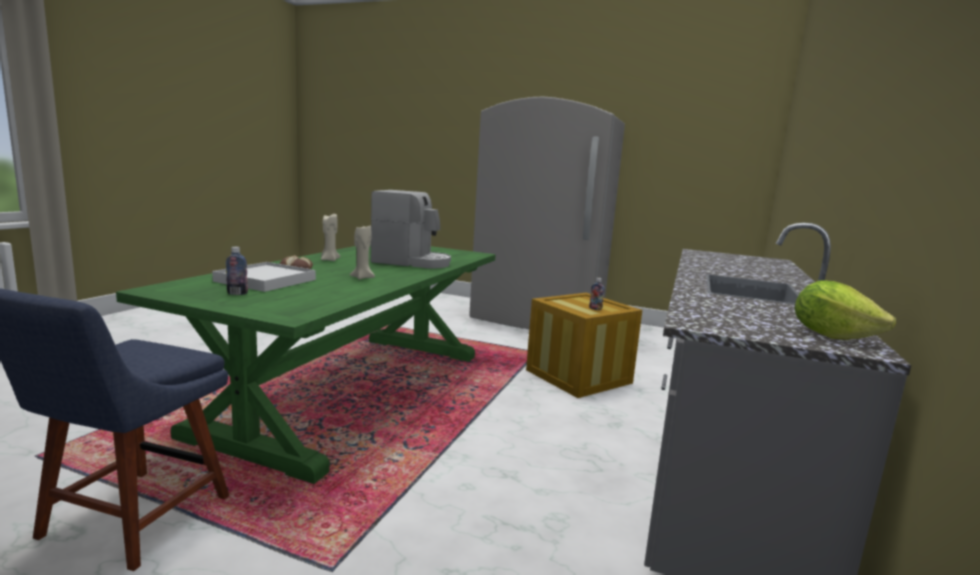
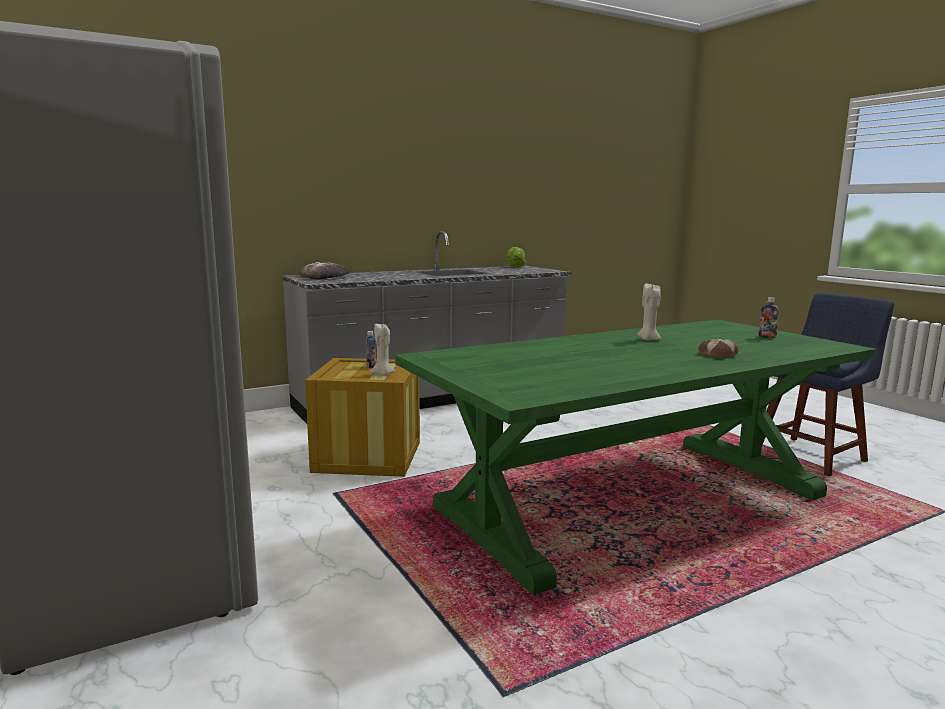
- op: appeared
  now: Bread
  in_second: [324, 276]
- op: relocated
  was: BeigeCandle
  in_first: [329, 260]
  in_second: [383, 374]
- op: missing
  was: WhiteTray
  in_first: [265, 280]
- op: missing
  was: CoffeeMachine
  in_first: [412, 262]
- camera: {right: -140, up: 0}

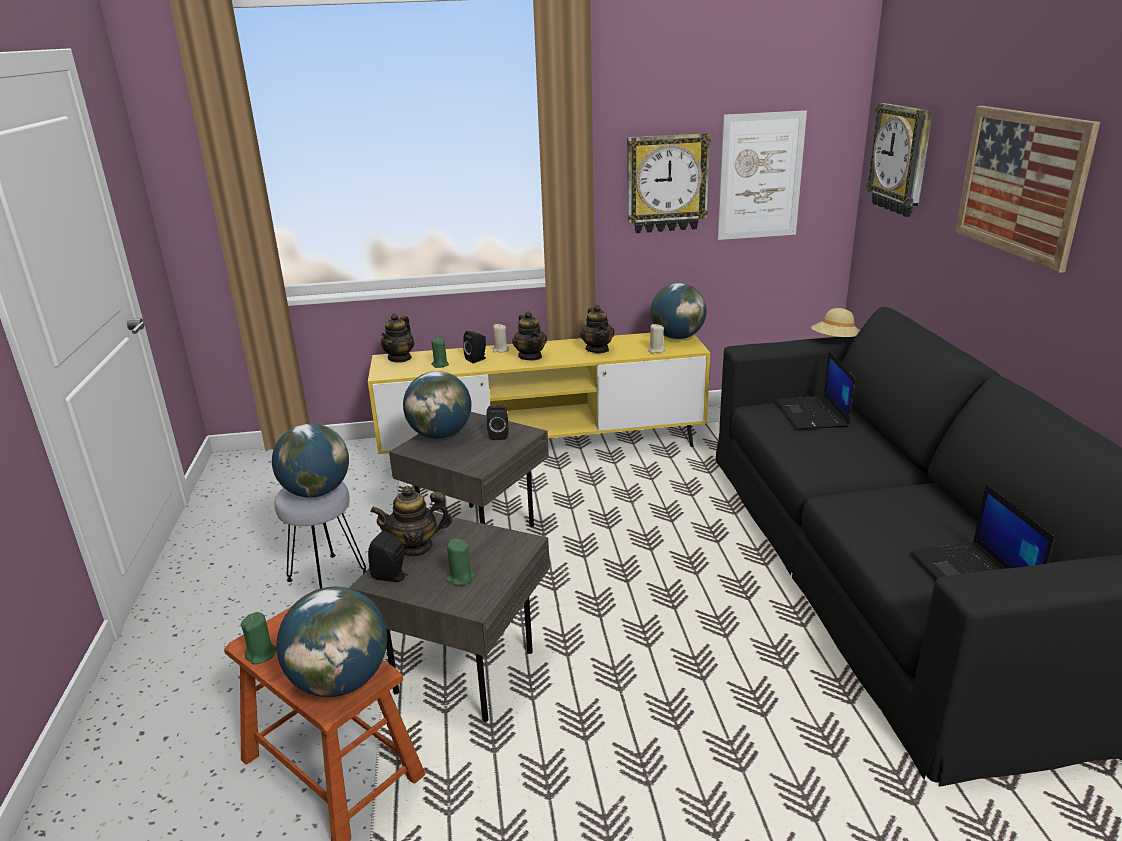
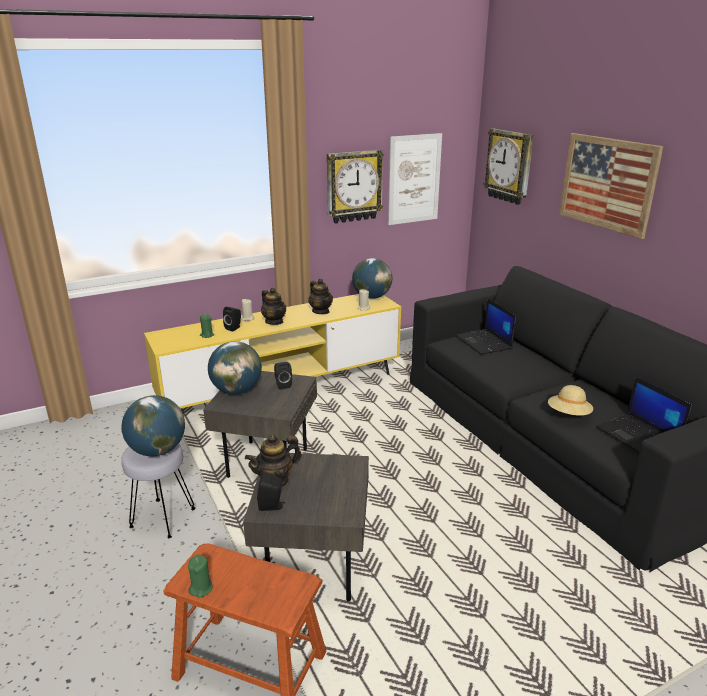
- op: relocated
  was: BeigeHat
  in_first: [835, 341]
  in_second: [568, 414]
- op: missing
  was: Globe
  in_first: [340, 681]
- op: missing
  was: Teapot
  in_first: [400, 358]
- op: missing
  was: GreenCandle
  in_first: [460, 578]
- camera: {right: -20, up: 0}

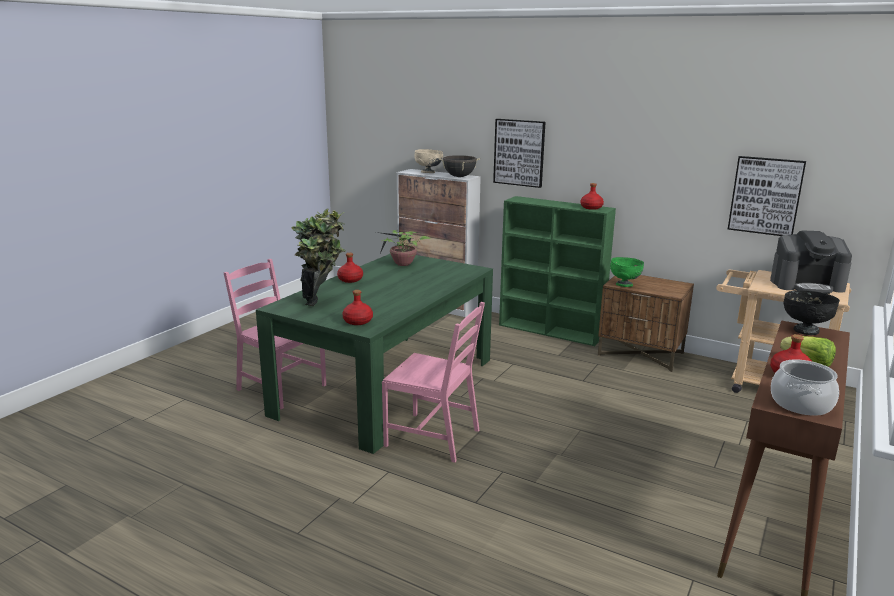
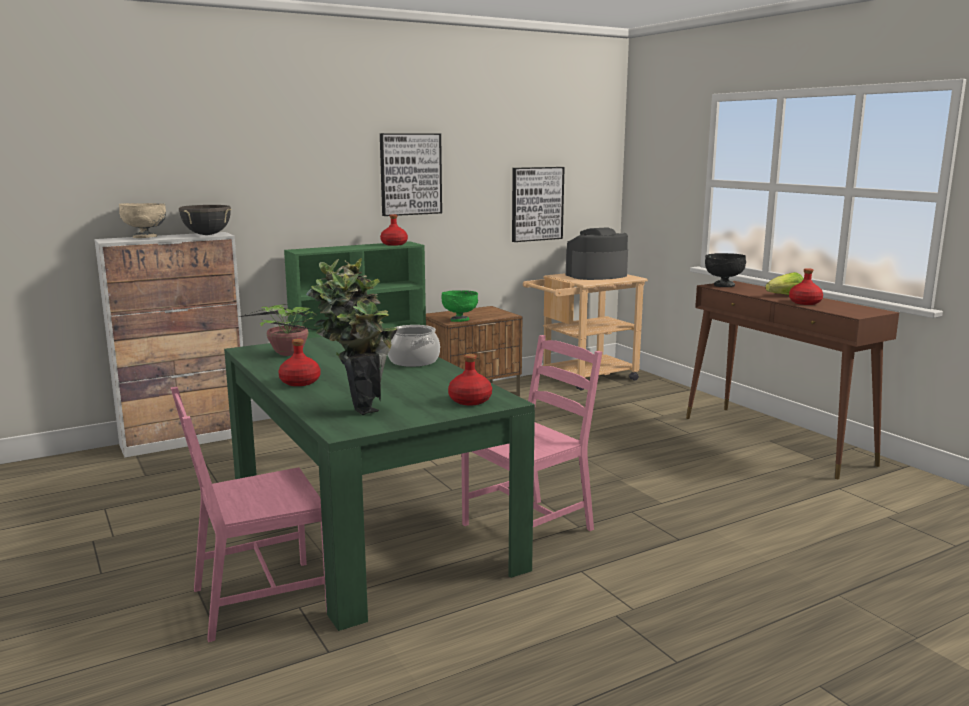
- op: relocated
  was: Picture
  in_first: [519, 152]
  in_second: [410, 174]
- op: relocated
  was: CookingPot
  in_first: [800, 403]
  in_second: [413, 361]
- op: spun
  was: CoffeeMachine
  in_first: [806, 285]
  in_second: [596, 275]
  clockwise: -150
- camera: {right: -60, up: -5}

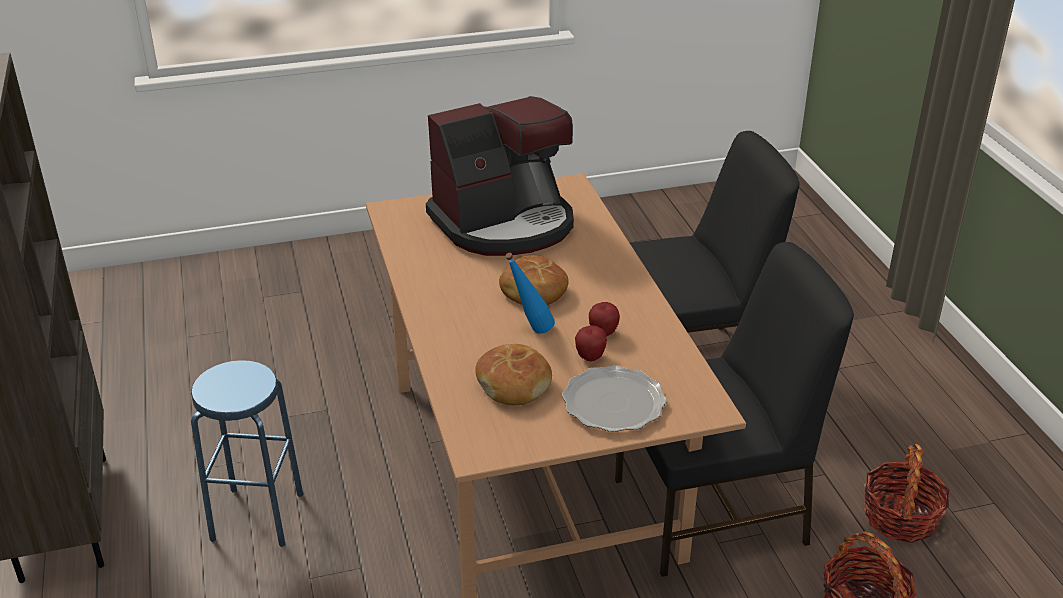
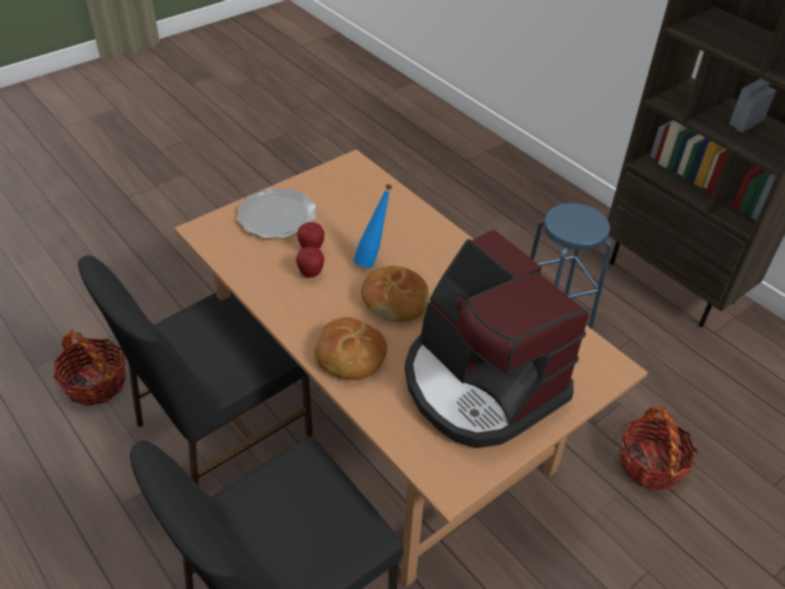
- op: relocated
  was: Bread
  in_first: [514, 384]
  in_second: [349, 357]
- op: spun
  was: CoffeeMachine
  in_first: [505, 223]
  in_second: [481, 384]
  clockwise: -75
- op: relocated
  was: Basket
  in_first: [900, 518]
  in_second: [650, 464]
- camera: {right: 155, up: 10}

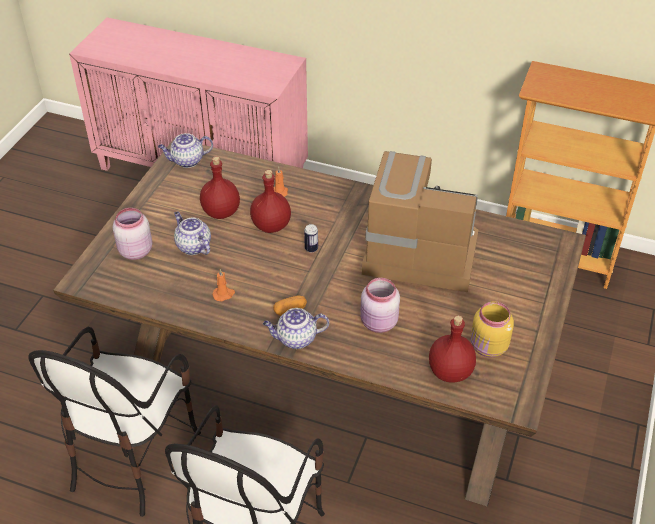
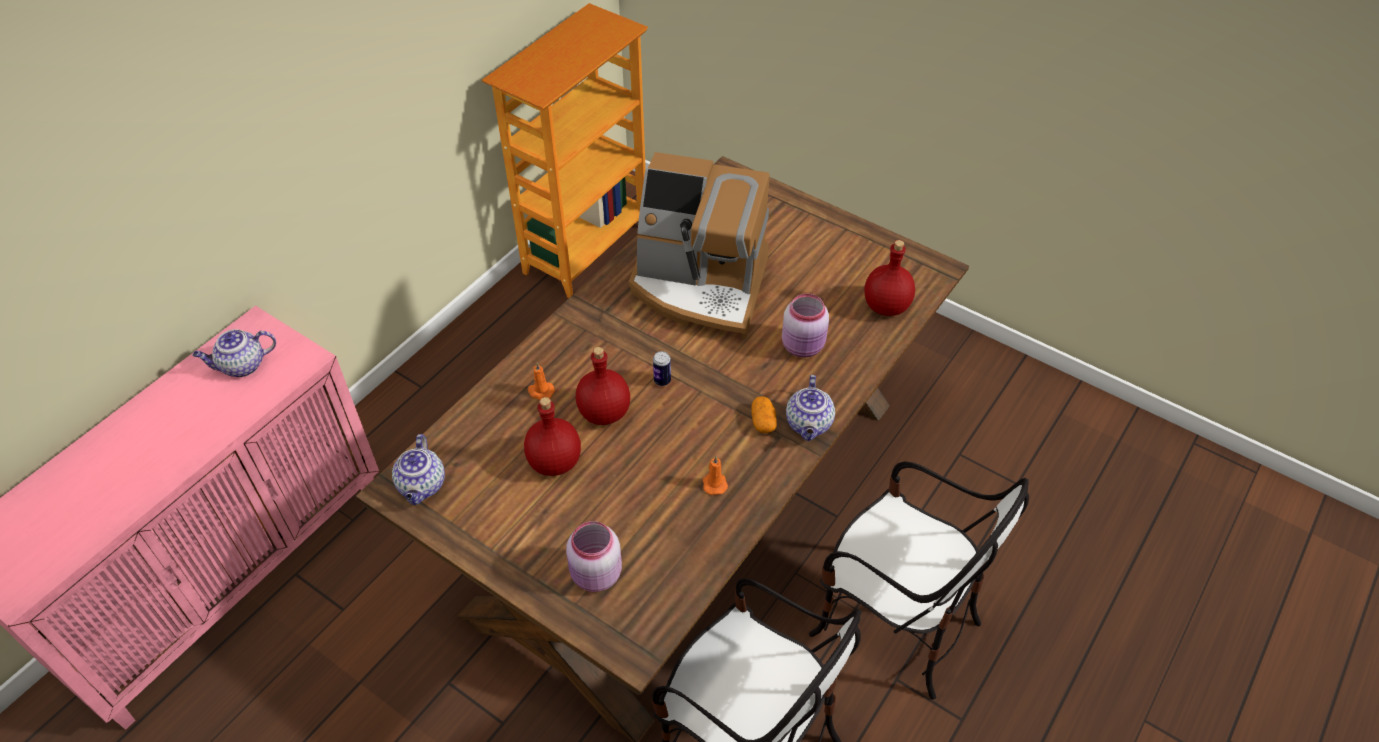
- op: relocated
  was: Teapot
  in_first: [193, 246]
  in_second: [242, 366]
- op: spun
  was: CoffeeMachine
  in_first: [419, 250]
  in_second: [700, 285]
  clockwise: -105
- op: missing
  was: YellowJar
  in_first: [488, 347]
- camera: {right: -75, up: 5}

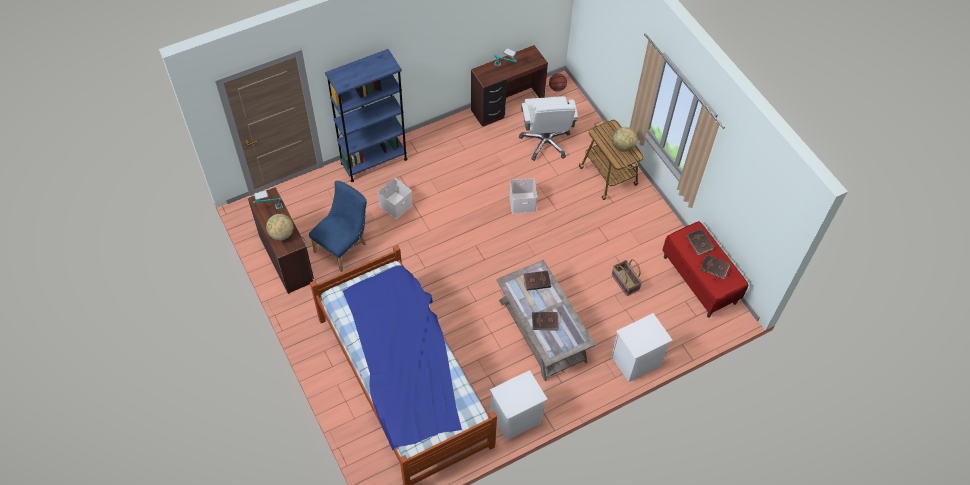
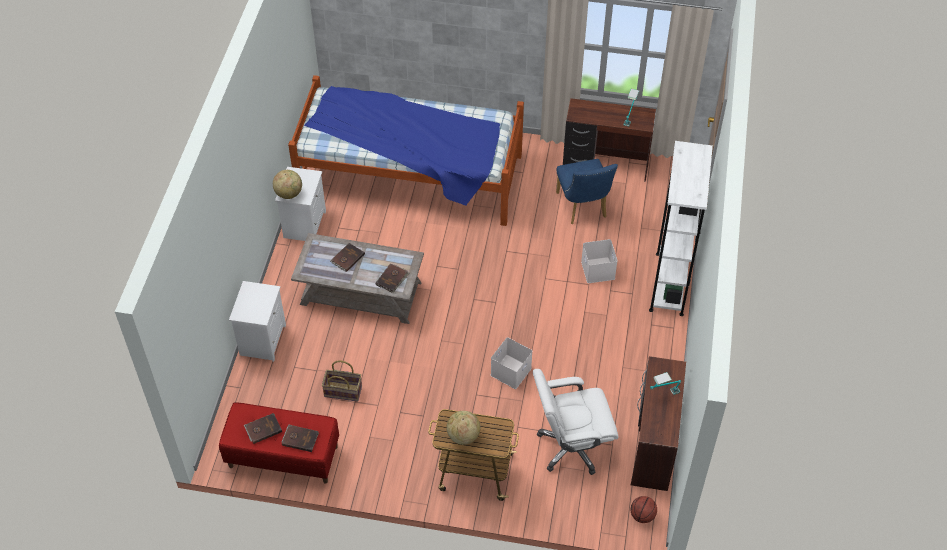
- op: relocated
  was: Globe
  in_first: [281, 234]
  in_second: [289, 193]
- op: spun
  was: WhiteOfficeChair
  in_first: [545, 142]
  in_second: [571, 446]
  clockwise: -45
- op: colour
  was: BlueBookcase
  now: WhiteBookcase
  in_first: [374, 161]
  in_second: [669, 283]
- camera: {right: 130, up: -5}

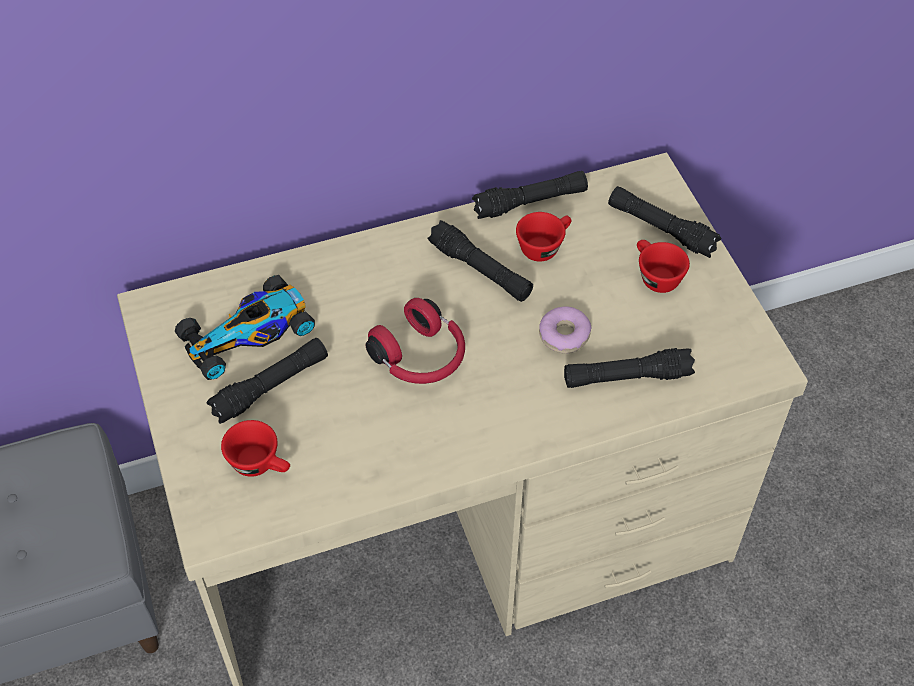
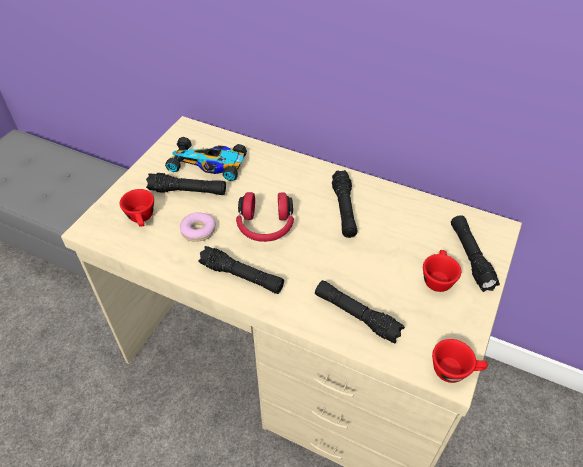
- op: relocated
  was: Donut
  in_first: [564, 335]
  in_second: [198, 231]
- op: relocated
  was: BlackFlashlight
  in_first: [530, 202]
  in_second: [242, 276]
- op: relocated
  was: RedCup
  in_first: [544, 246]
  in_second: [455, 370]
- camera: {right: 45, up: -5}

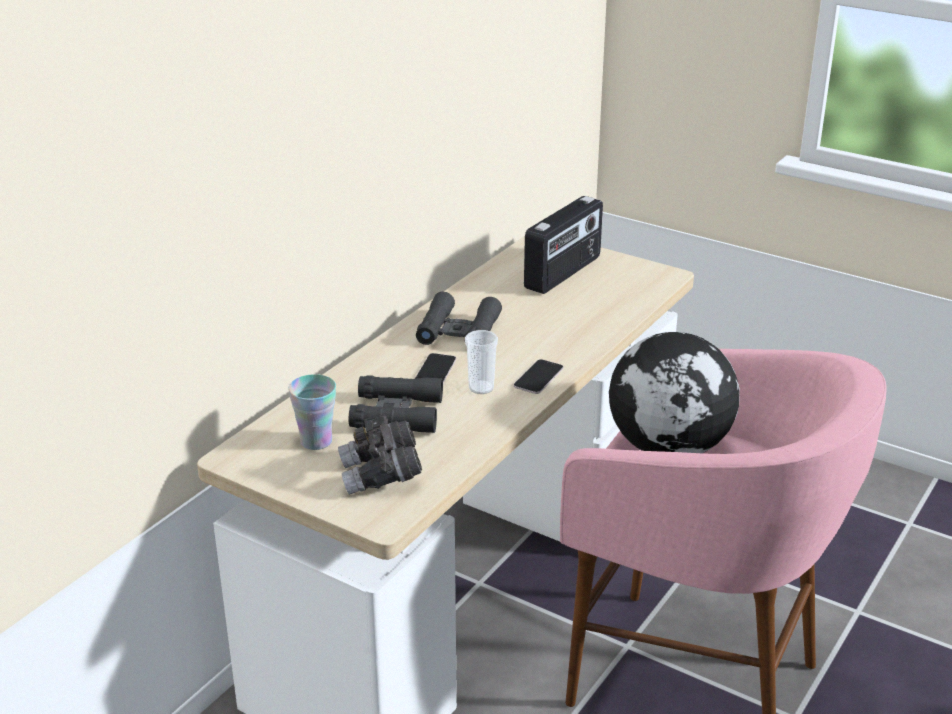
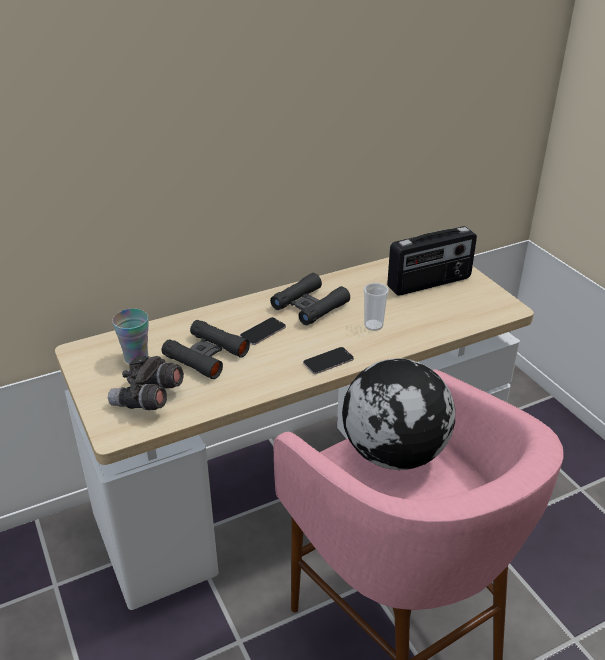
- op: relocated
  was: Cup
  in_first: [481, 388]
  in_second: [373, 325]
- camera: {right: 30, up: 5}

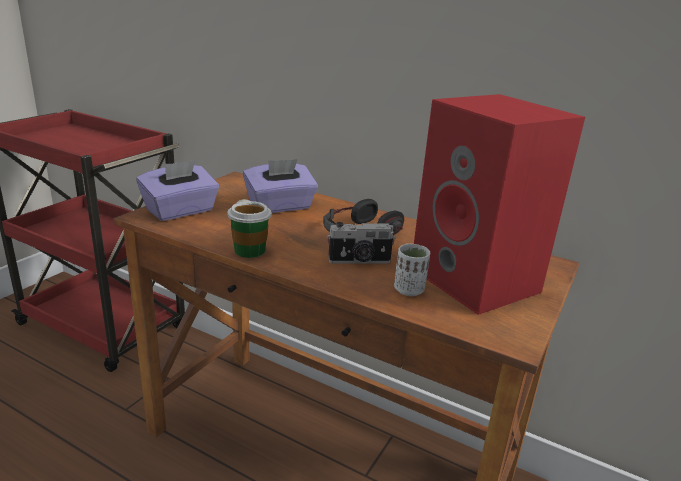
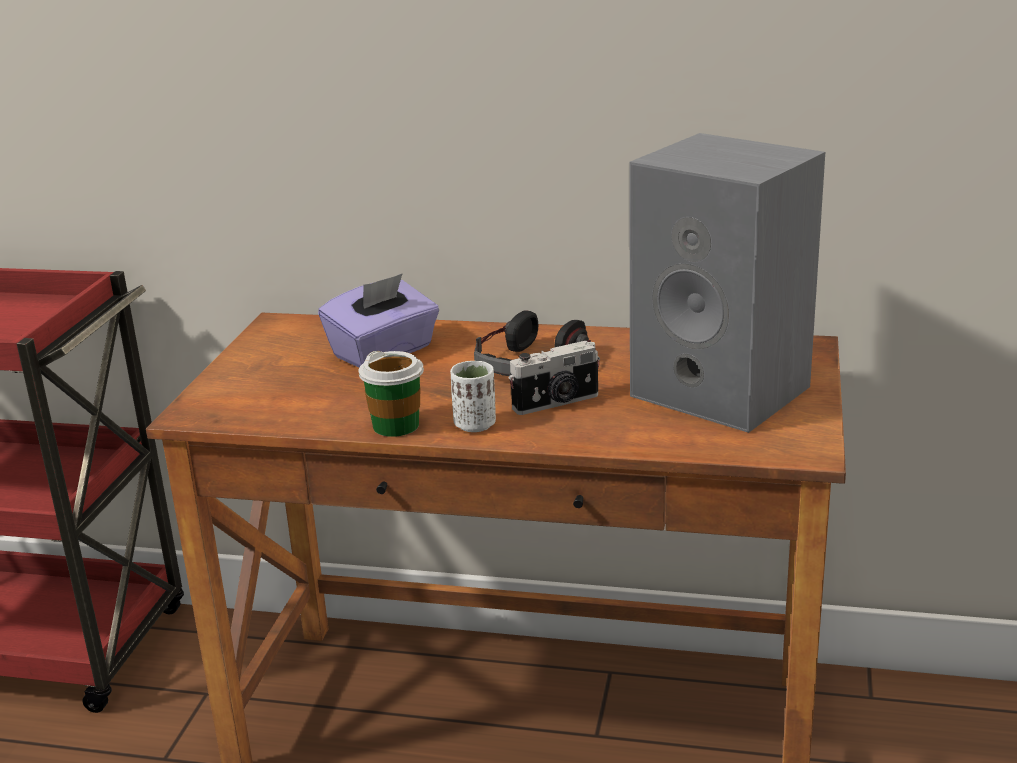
- op: relocated
  was: WhiteCup
  in_first: [409, 290]
  in_second: [475, 425]
- op: colour
  was: RedSpeaker
  now: GreySpeaker
  in_first: [478, 281]
  in_second: [725, 391]
- op: missing
  was: PurpleTissueBox
  in_first: [180, 211]
- camera: {right: -15, up: 0}

